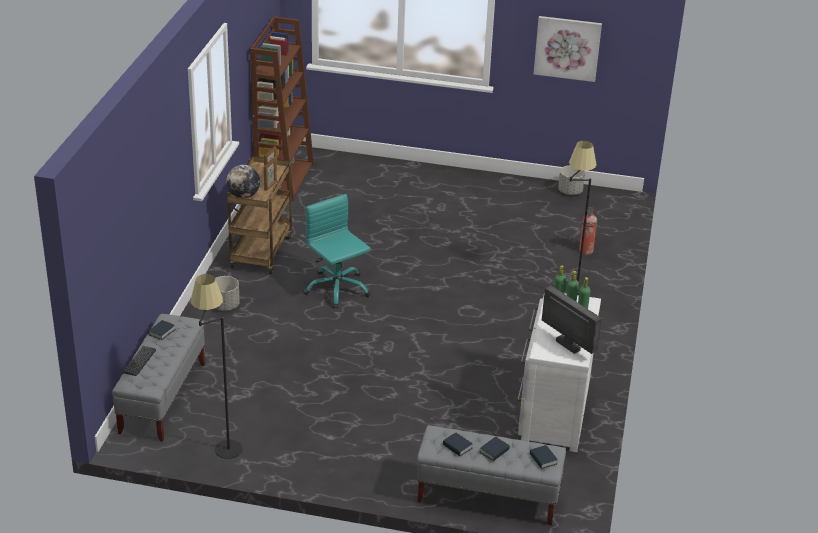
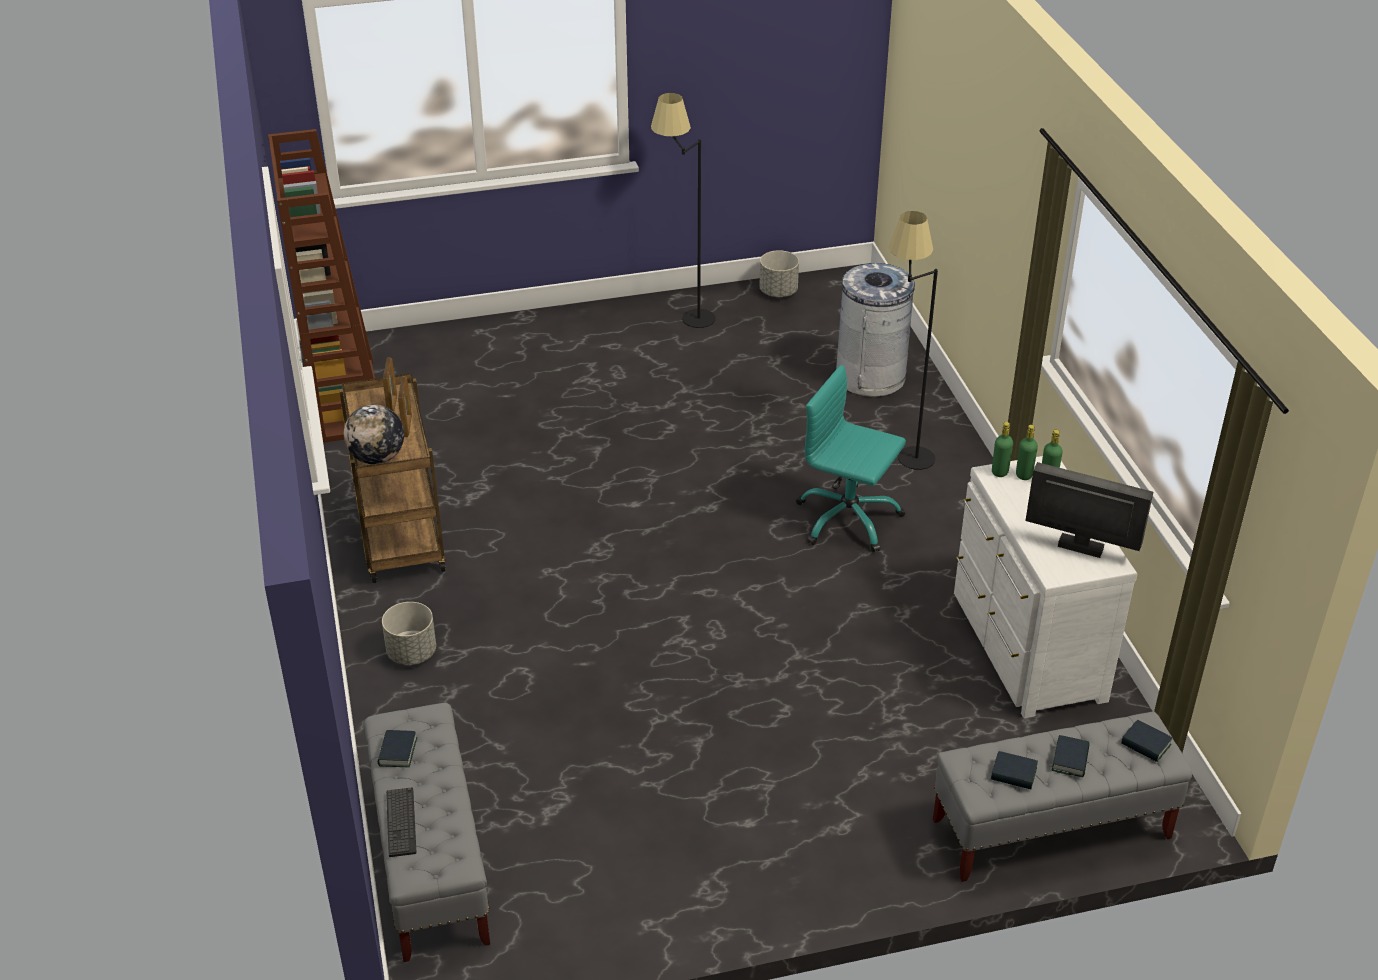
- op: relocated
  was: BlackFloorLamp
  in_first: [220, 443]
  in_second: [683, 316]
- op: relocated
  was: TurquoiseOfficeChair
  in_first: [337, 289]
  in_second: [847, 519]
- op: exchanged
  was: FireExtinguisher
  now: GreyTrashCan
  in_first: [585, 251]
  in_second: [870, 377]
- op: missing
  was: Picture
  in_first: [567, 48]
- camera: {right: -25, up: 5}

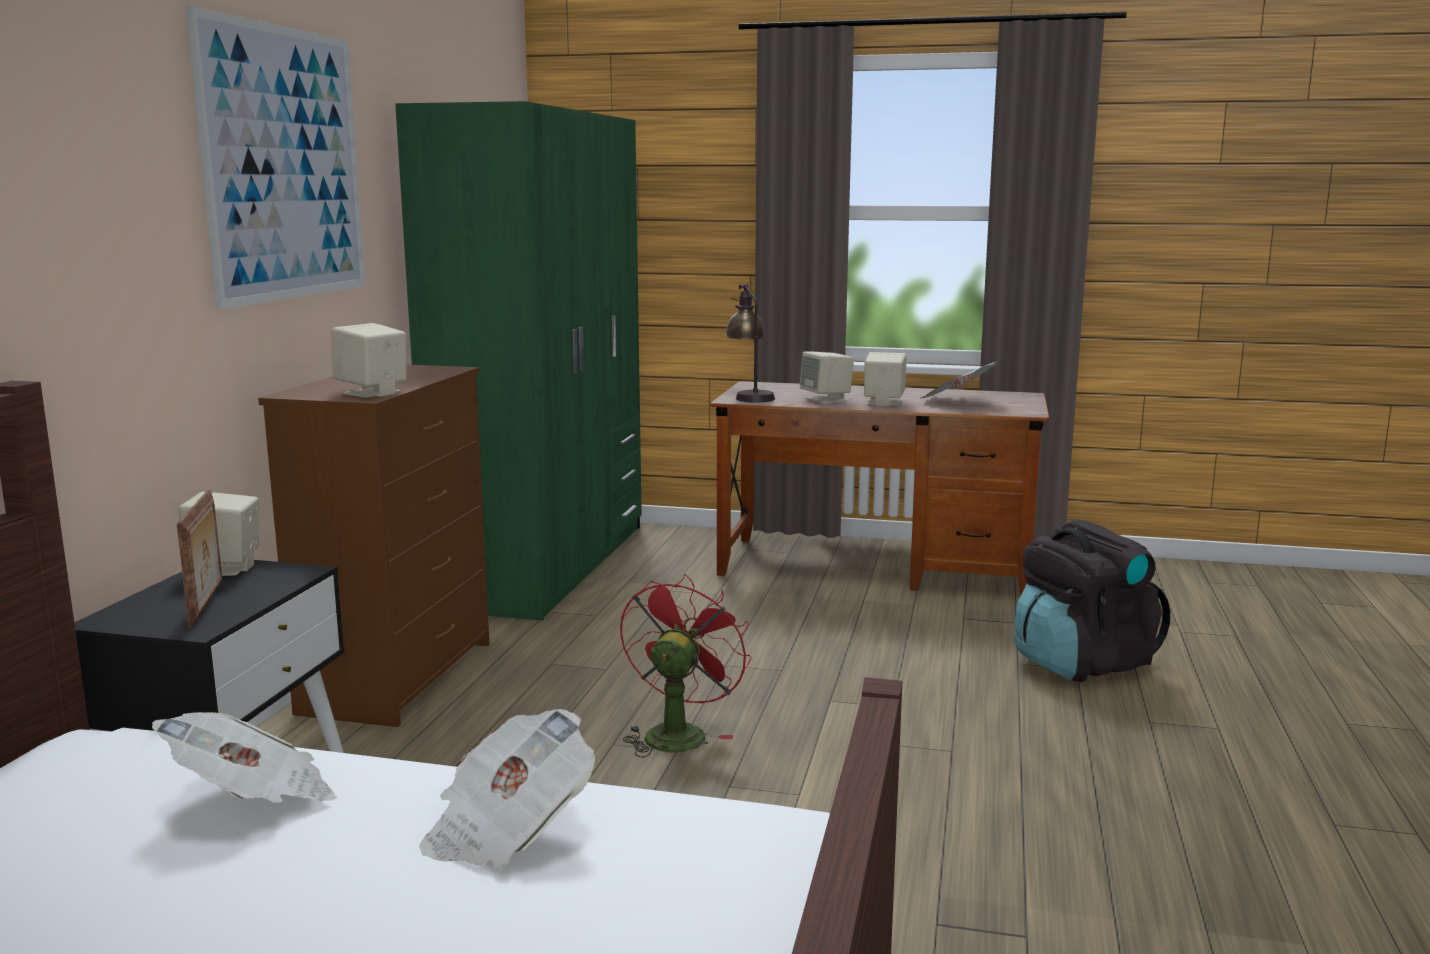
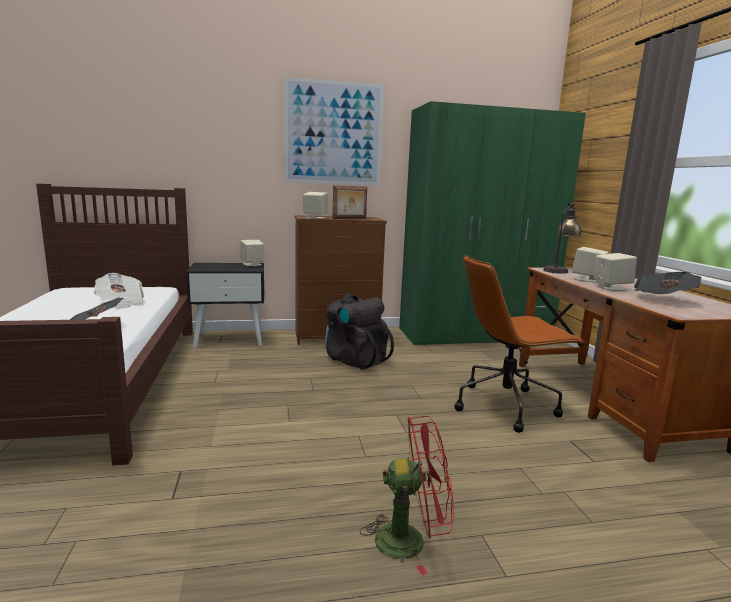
- op: relocated
  was: BlackBackpack
  in_first: [1081, 663]
  in_second: [355, 360]
- op: relocated
  was: PictureFrame
  in_first: [208, 604]
  in_second: [350, 218]
- op: relocated
  was: RedFan
  in_first: [678, 733]
  in_second: [410, 540]
- op: appeared
  now: BrownOfficeChair
  in_second: [506, 405]
- camera: {right: 65, up: 0}

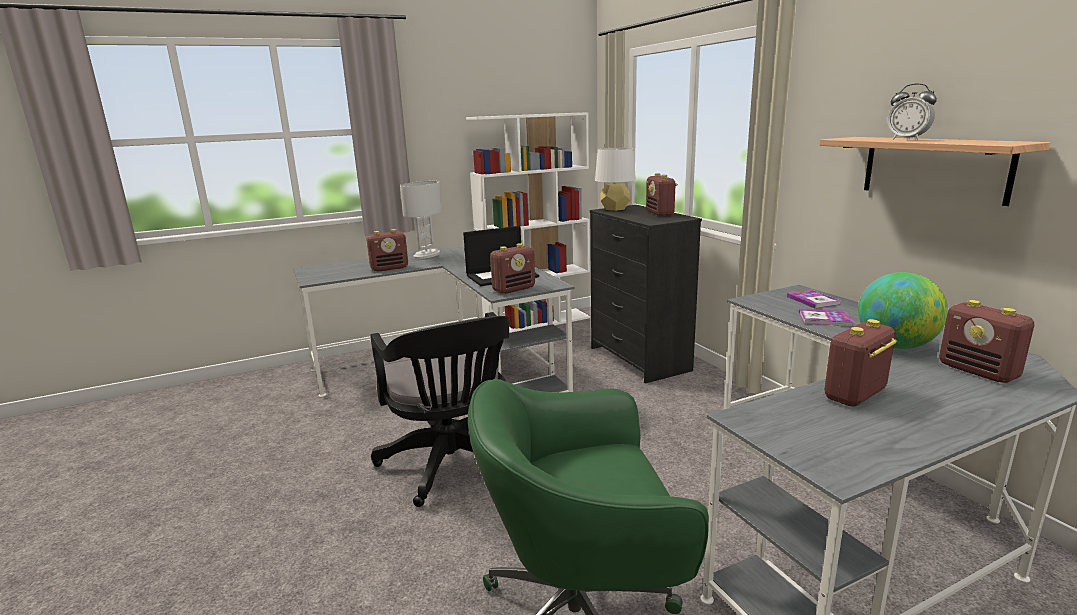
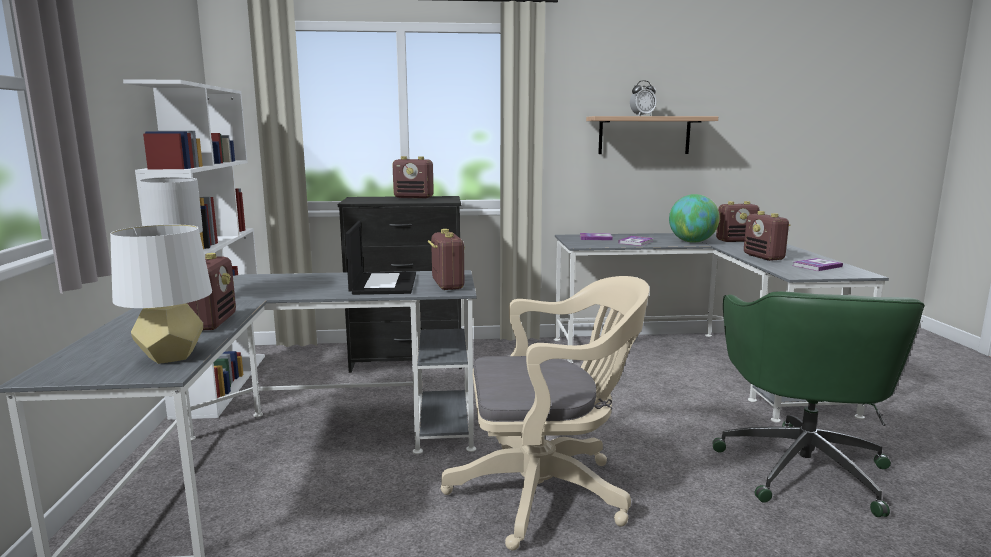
- op: relocated
  was: WhiteTableLamp
  in_first: [615, 209]
  in_second: [171, 356]
- op: colour
  was: BlackOfficeChair
  now: BeigeOfficeChair
  in_first: [453, 466]
  in_second: [547, 492]
- op: appeared
  now: Book
  in_second: [817, 266]
- camera: {right: -70, up: -5}

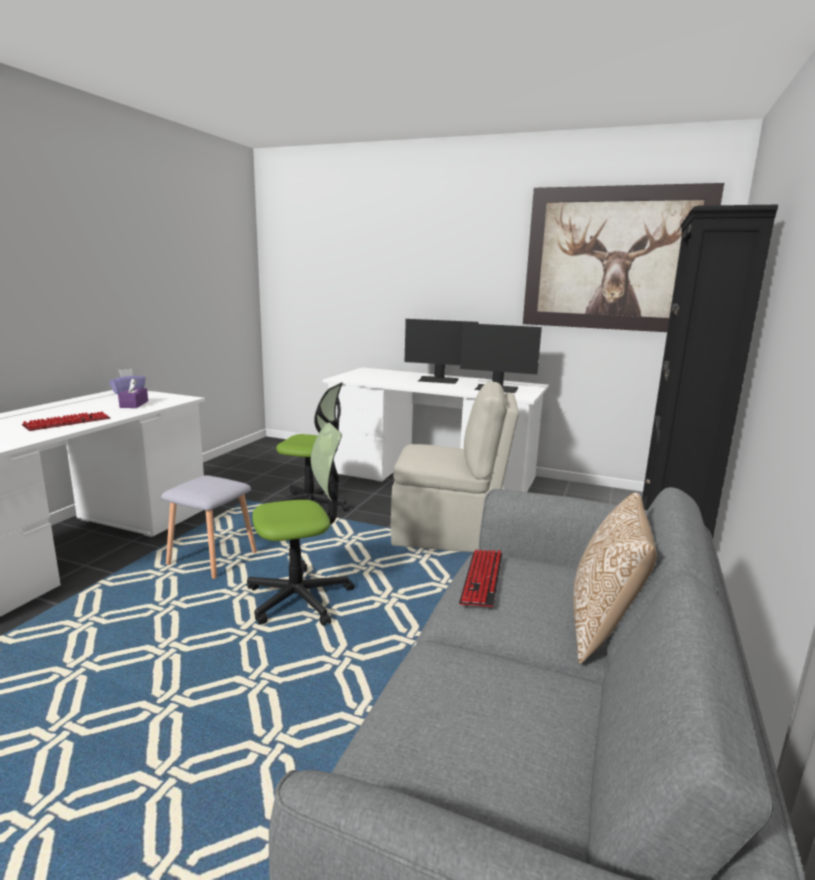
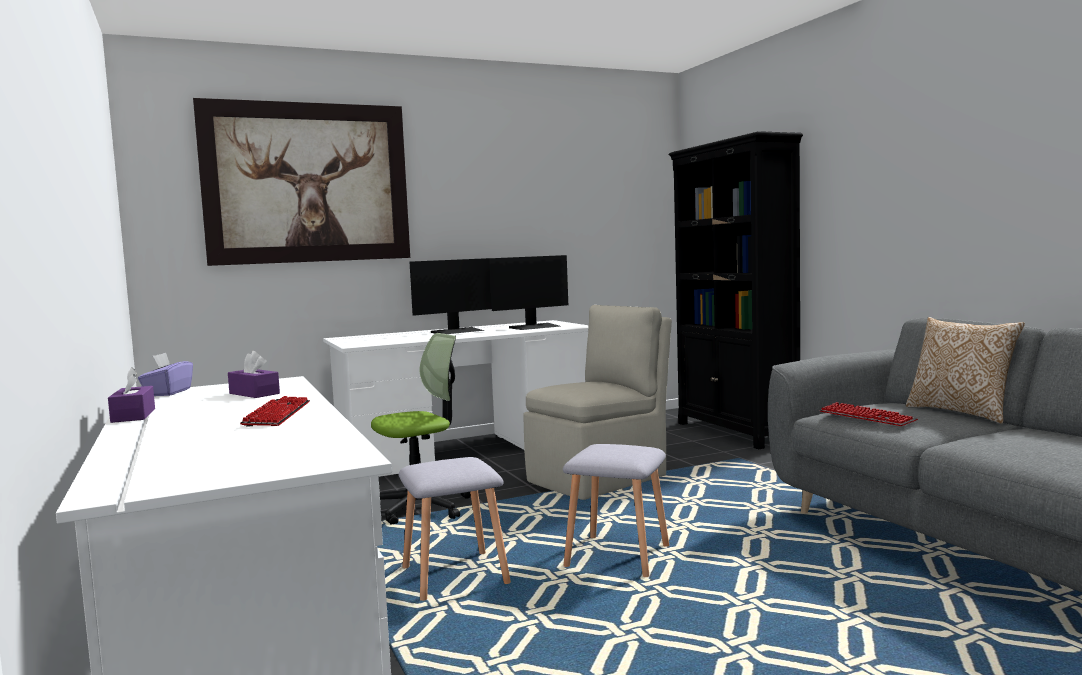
- op: appeared
  now: PurpleTissueBox
  in_second: [133, 415]
- op: relocated
  was: Picture
  in_first: [615, 259]
  in_second: [307, 183]
- op: exchanged
  was: OfficeChair
  now: GreyStool
  in_first: [299, 598]
  in_second: [619, 556]
- camera: {right: -45, up: -10}

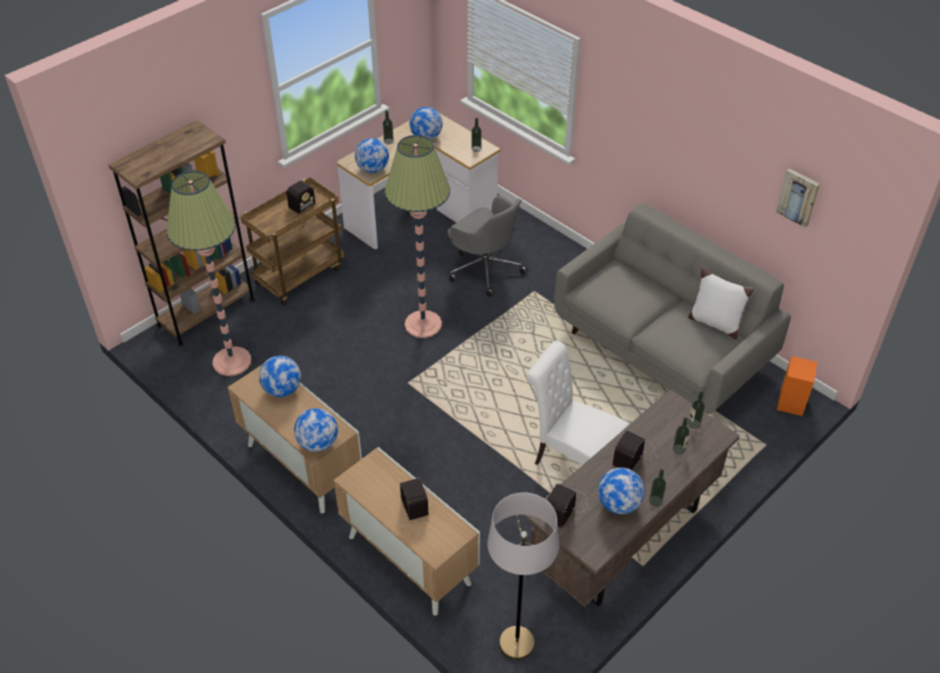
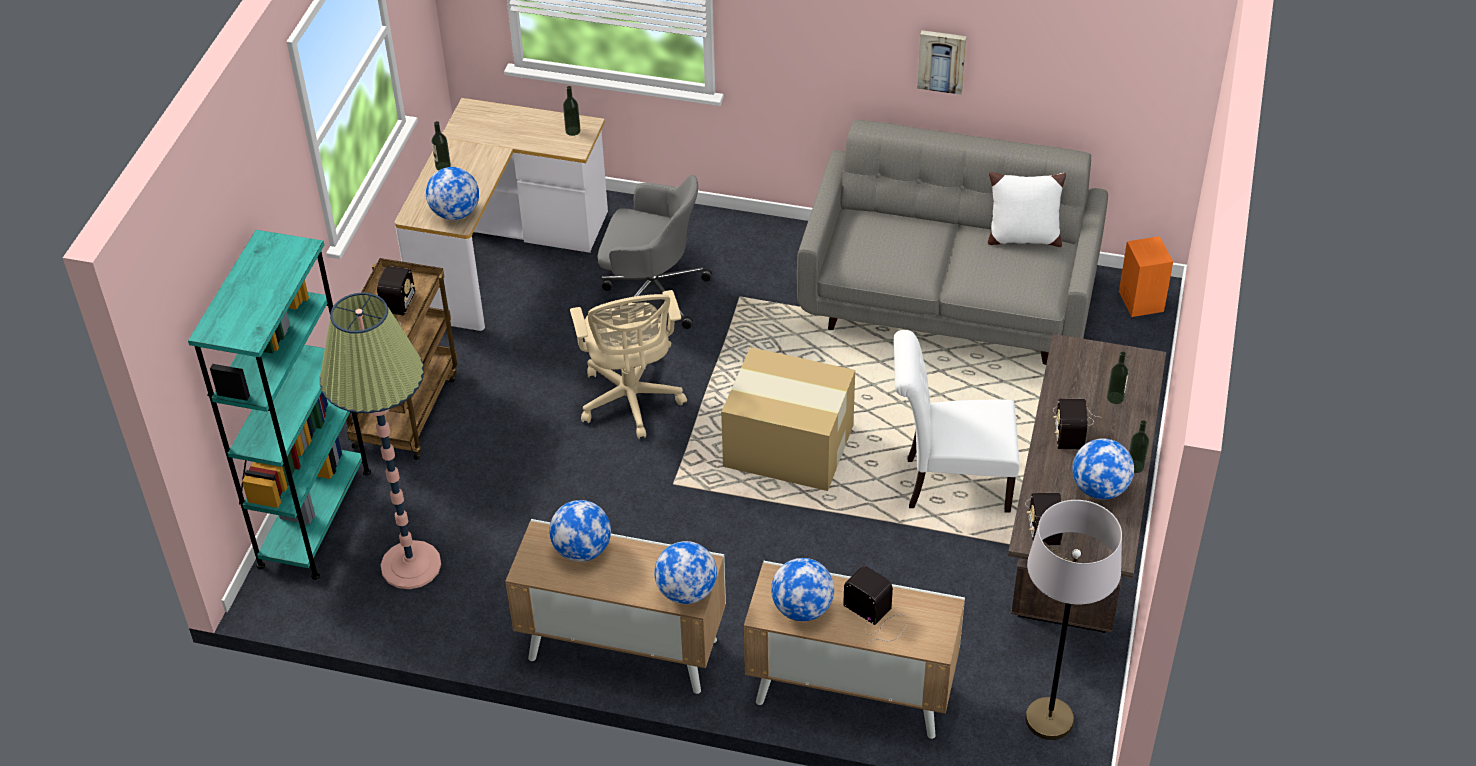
- op: colour
  was: BrownBookcase
  now: TurquoiseBookcase
  in_first: [206, 312]
  in_second: [315, 518]
- op: exchanged
  was: FloorLamp
  now: BeigeOfficeChair
  in_first: [423, 324]
  in_second: [631, 401]
- op: appeared
  now: CardboardBox
  in_second: [790, 447]
- op: relocated
  was: Globe
  in_first: [426, 137]
  in_second: [802, 609]
- op: relocated
  was: Picture
  in_first: [798, 197]
  in_second: [942, 60]
- op: missing
  was: Bottle
  in_first: [694, 424]
- camera: {right: -30, up: 0}

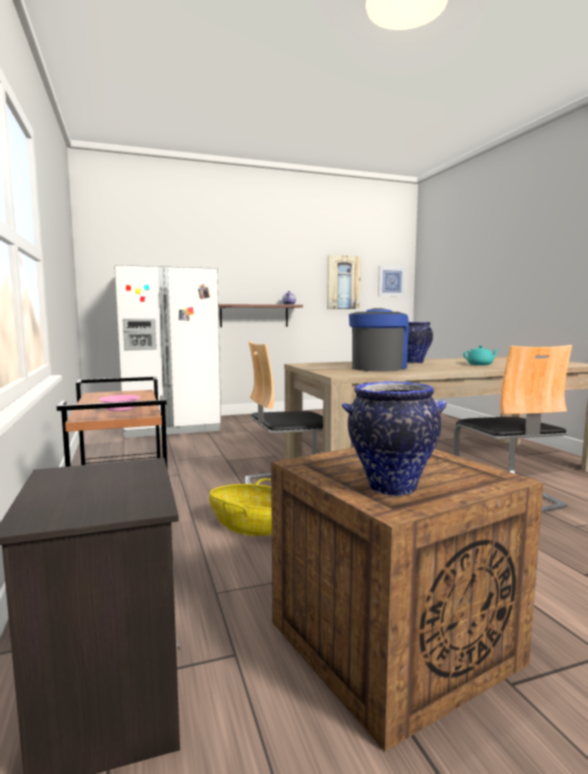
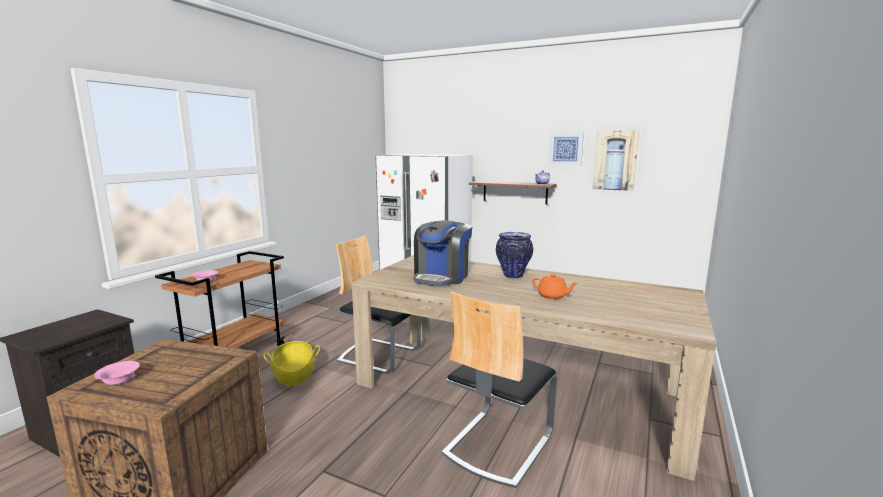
- op: exchanged
  was: Vase
  now: PinkBowl
  in_first: [390, 488]
  in_second: [118, 379]
- op: spun
  was: CoffeeMachine
  in_first: [378, 367]
  in_second: [441, 277]
  clockwise: 135
- op: colour
  was: TurquoiseTeapot
  now: OrangeTeapot
  in_first: [480, 364]
  in_second: [553, 296]
- op: relocated
  was: Picture
  in_first: [391, 281]
  in_second: [565, 148]
- camera: {right: 45, up: 5}

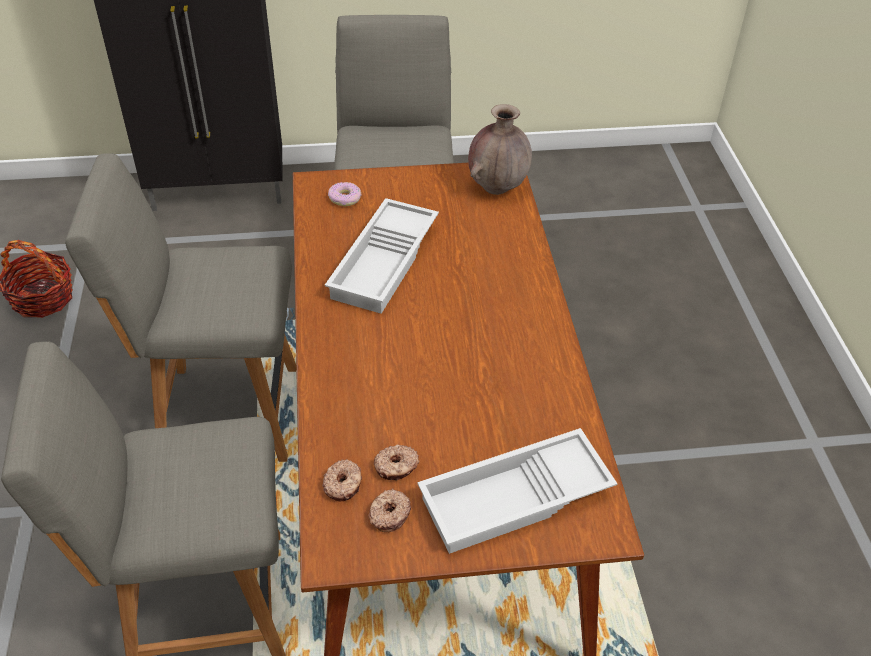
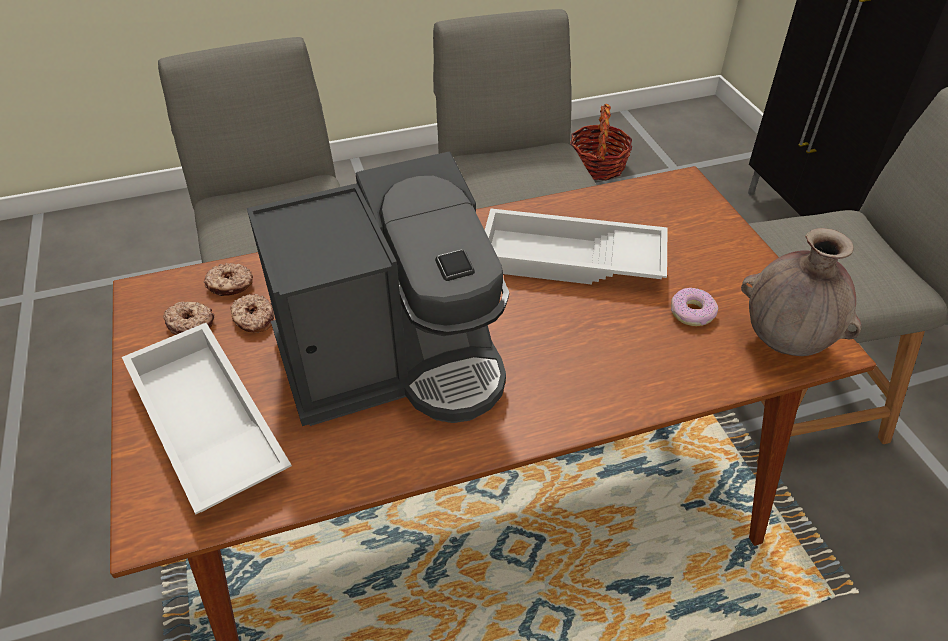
- op: appeared
  now: CoffeeMachine
  in_second: [395, 360]
- op: relocated
  was: Donut
  in_first: [345, 198]
  in_second: [692, 312]
- camera: {right: 80, up: 0}

